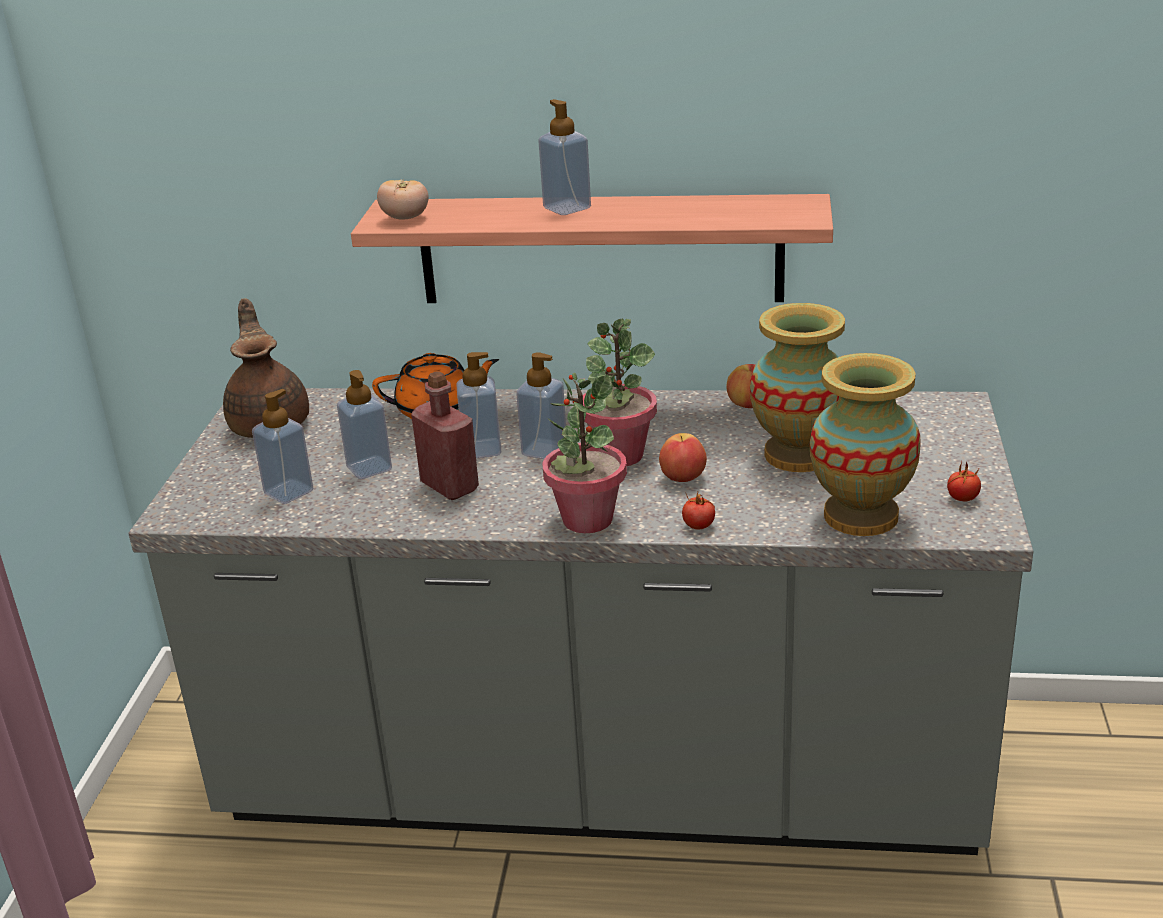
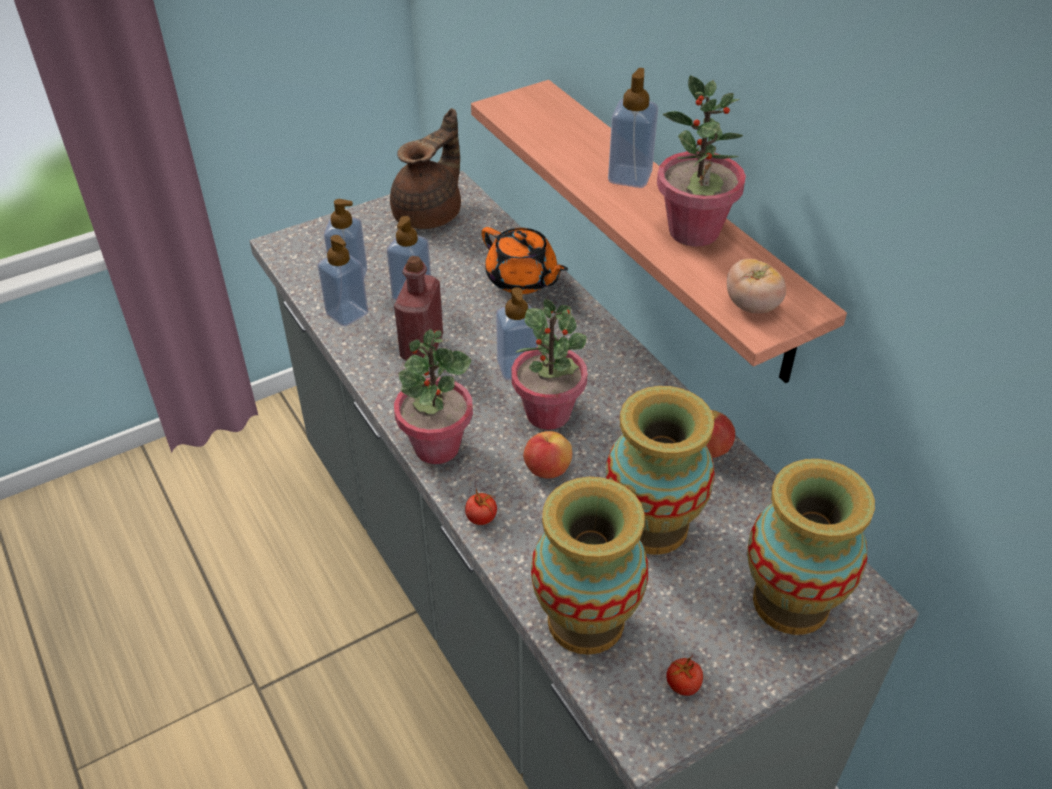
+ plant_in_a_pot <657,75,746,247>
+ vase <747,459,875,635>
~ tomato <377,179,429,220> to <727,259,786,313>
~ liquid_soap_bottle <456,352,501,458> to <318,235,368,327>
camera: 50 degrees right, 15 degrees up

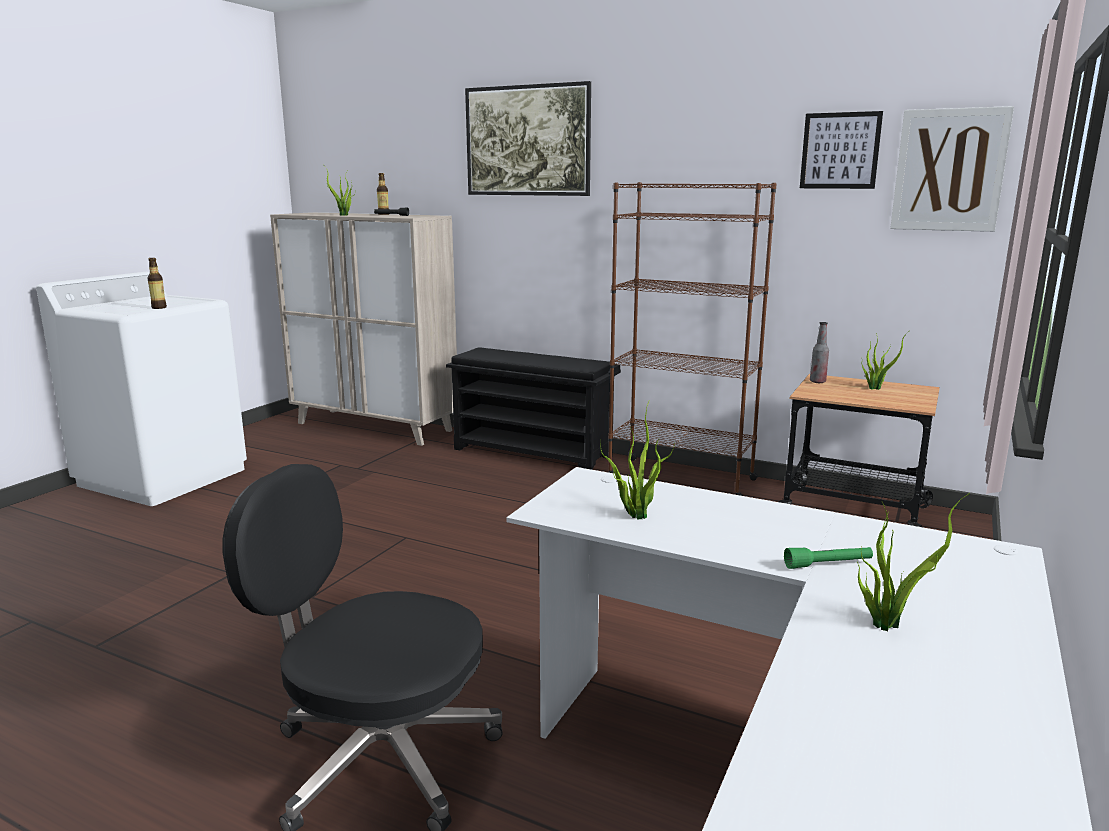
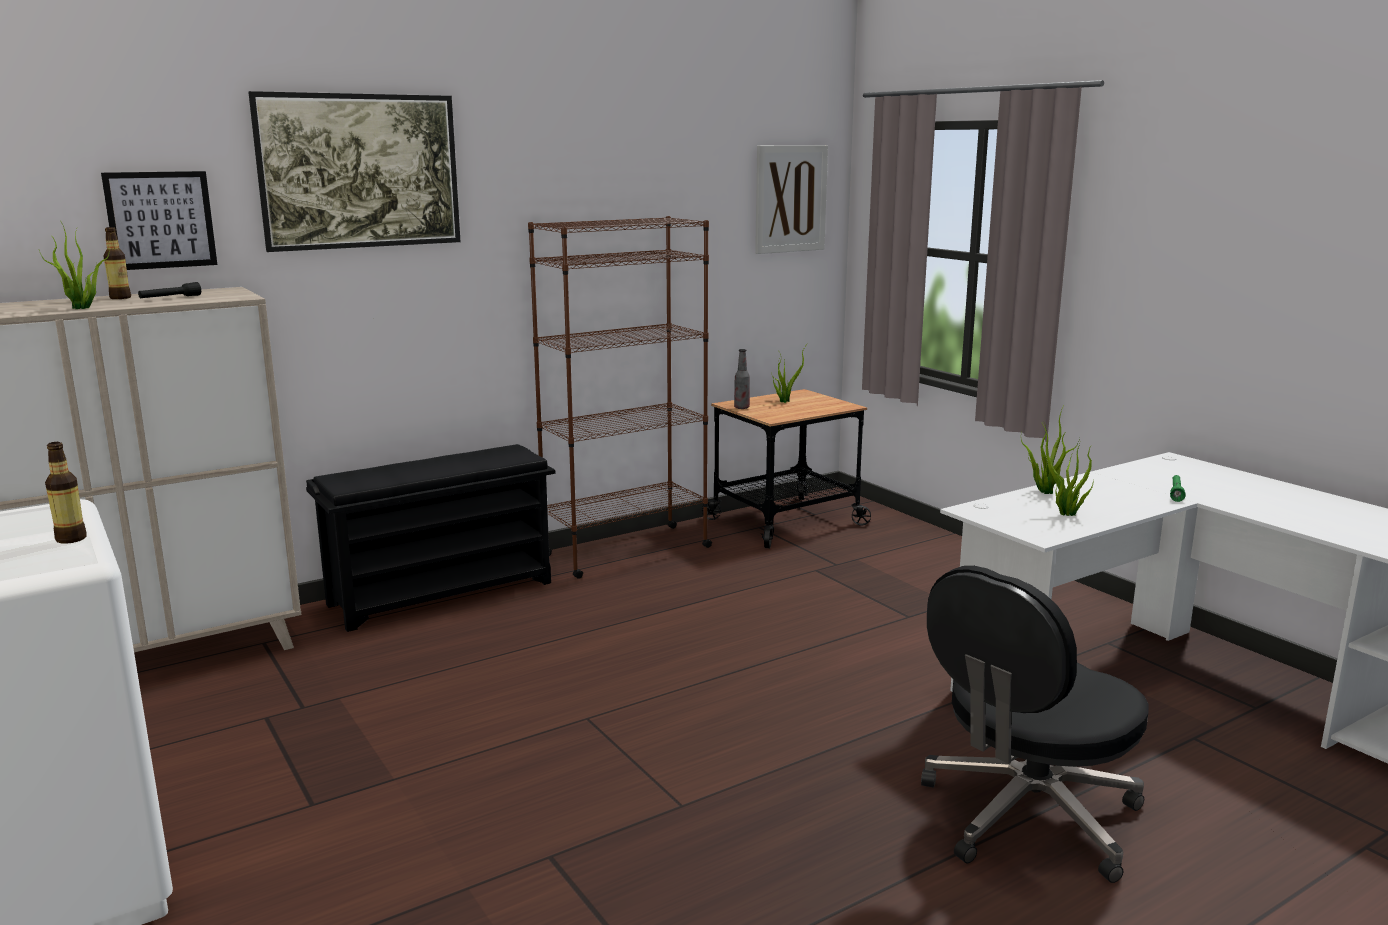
~ wall_art <800,111,883,189> to <101,171,217,270>
~ plant_in_a_pot <857,493,970,631> to <1021,406,1080,494>
camera: 60 degrees left, 0 degrees up

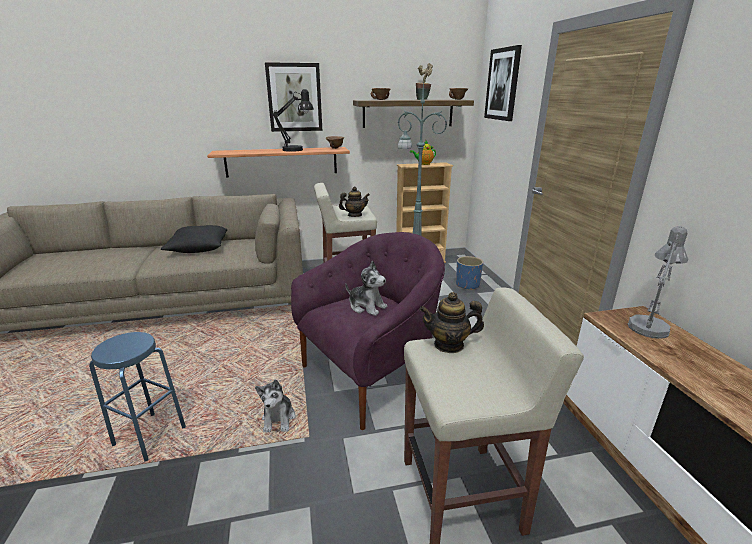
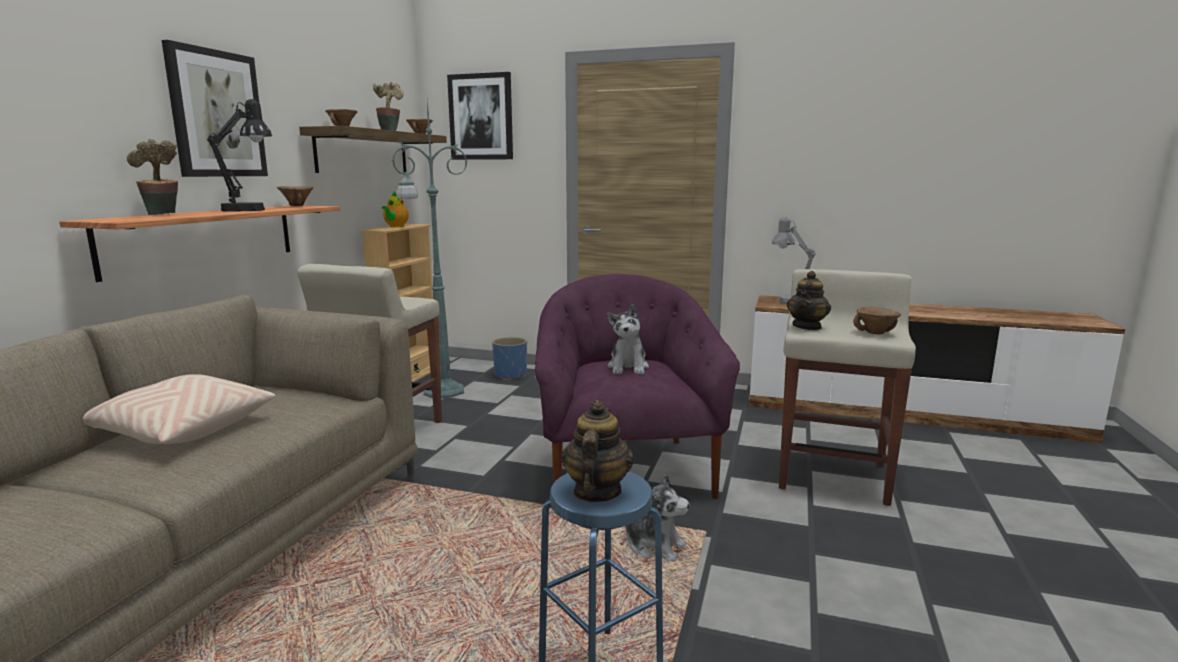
+ plant_in_a_pot <127,139,178,215>
+ brownish_serving_bowl <853,307,901,334>
~ pot_for_tea <339,187,370,217> to <561,400,634,502>
~ black-coloured_pillow <161,225,227,253> to beige_pillow <83,374,275,444>
~ cuddly_toy <345,261,387,316> = <607,304,649,375> 120 degrees clockwise
camera: 60 degrees left, 10 degrees down

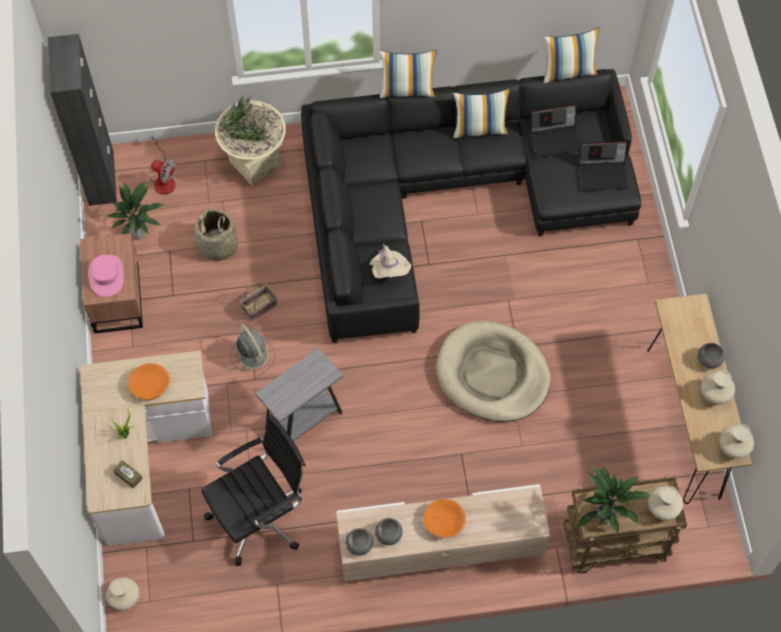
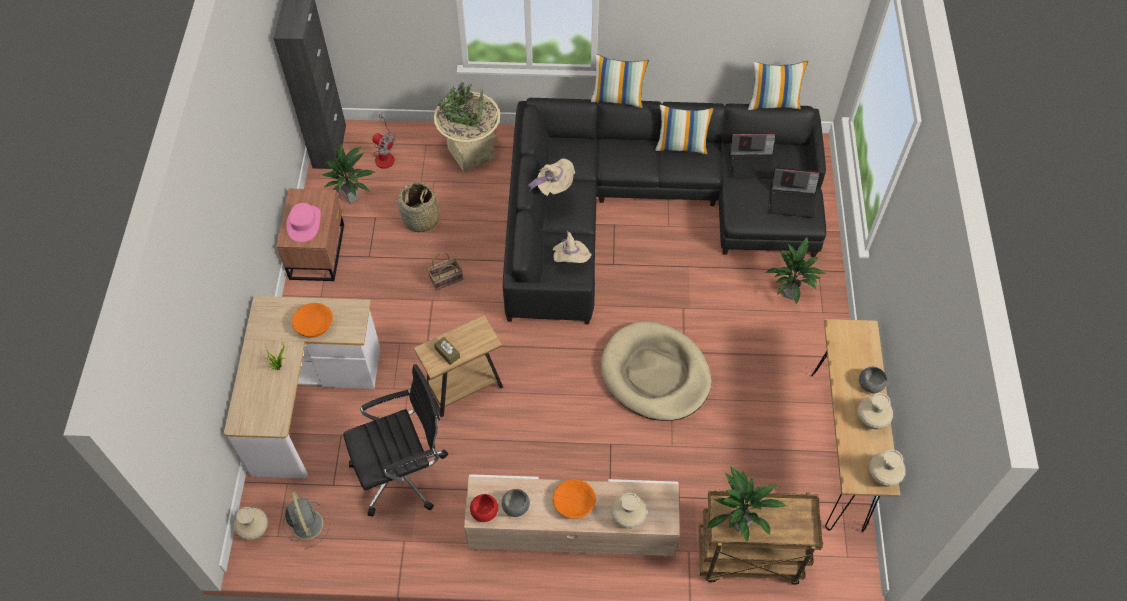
+ beige_wearable_hat <528,158,575,196>
+ plant_in_a_pot <765,237,826,304>
~ brownish_tissue_box <113,460,143,488> to <434,337,460,365>
~ grey_electric_fan <230,323,275,377> to <283,491,330,549>
~ beige_vase <648,486,683,520> to <611,493,647,528>
~ grey_side_table <255,348,343,441> to brownish_side_table <414,315,503,417>
~ grey_serving_bowl <346,528,373,556> to red-coloured_serving_bowl <470,494,498,522>
camera: 10 degrees right, 5 degrees down

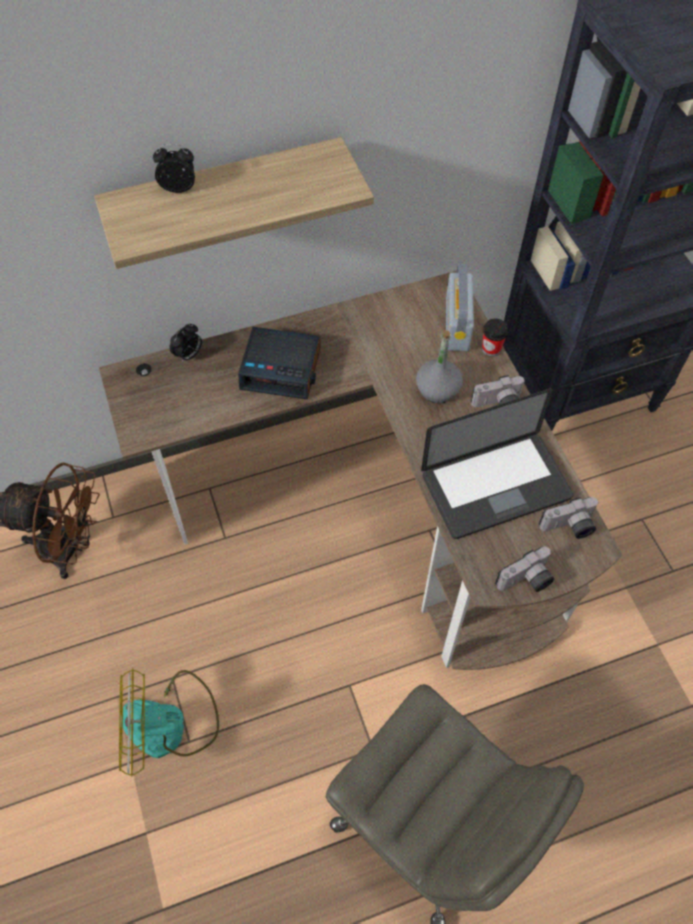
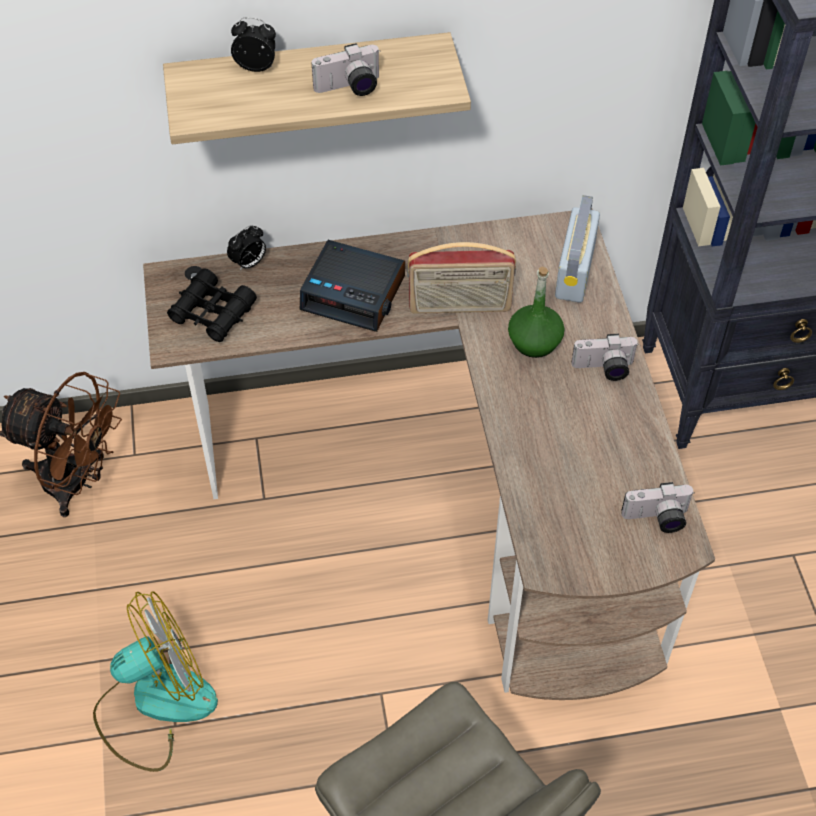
- portable_computer <421,388,574,539>
- drinking_cup <482,318,508,357>
+ black-coloured_binoculars <167,268,257,342>
+ radio_receiver <407,242,516,314>
~ photo_camera <495,547,554,592> to <312,43,380,96>
~ grey_drink_bottle <416,330,463,403> to green-coloured_drink_bottle <508,267,564,358>
~ electric_fan <119,668,219,777> = <93,591,218,772> 150 degrees clockwise
camera: 10 degrees right, 5 degrees down

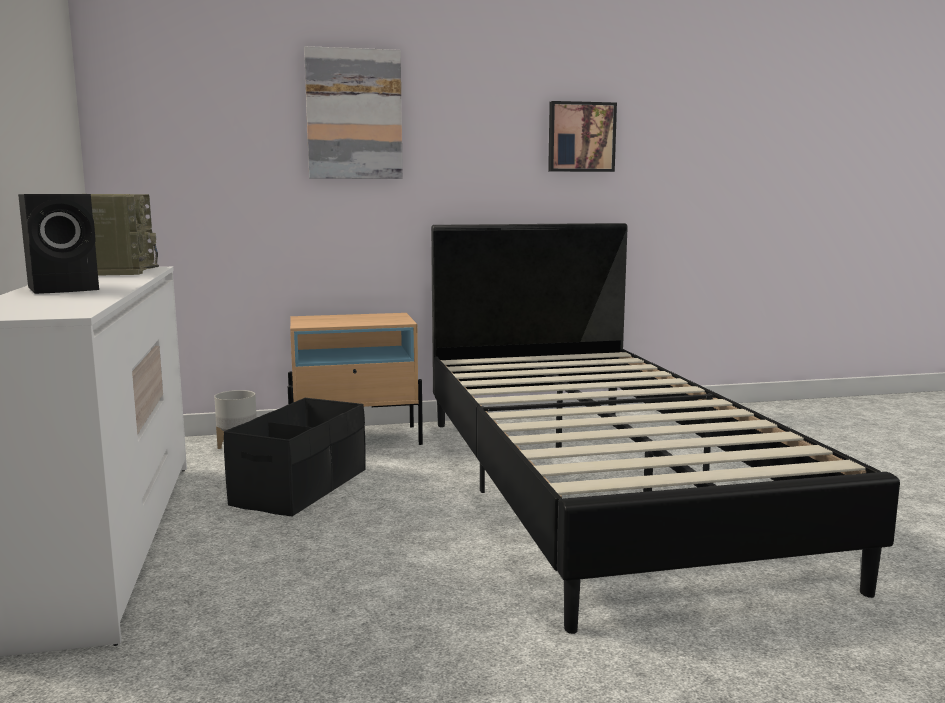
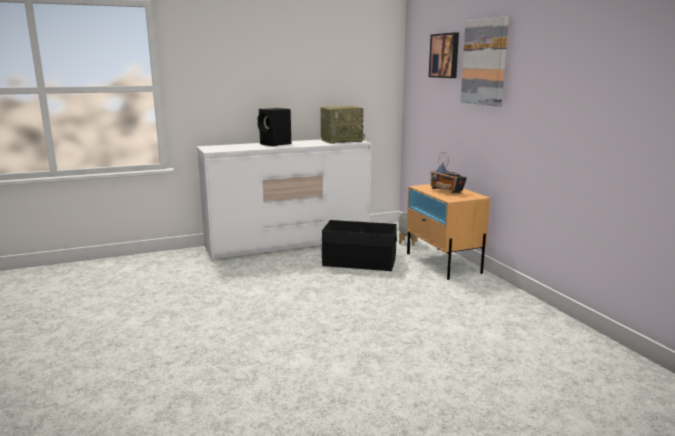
- black-coloured_bed <431,223,900,634>
+ radio_receiver <430,152,467,193>
~ wall_art <548,101,617,172> to <429,32,459,78>
camera: 80 degrees right, 5 degrees up

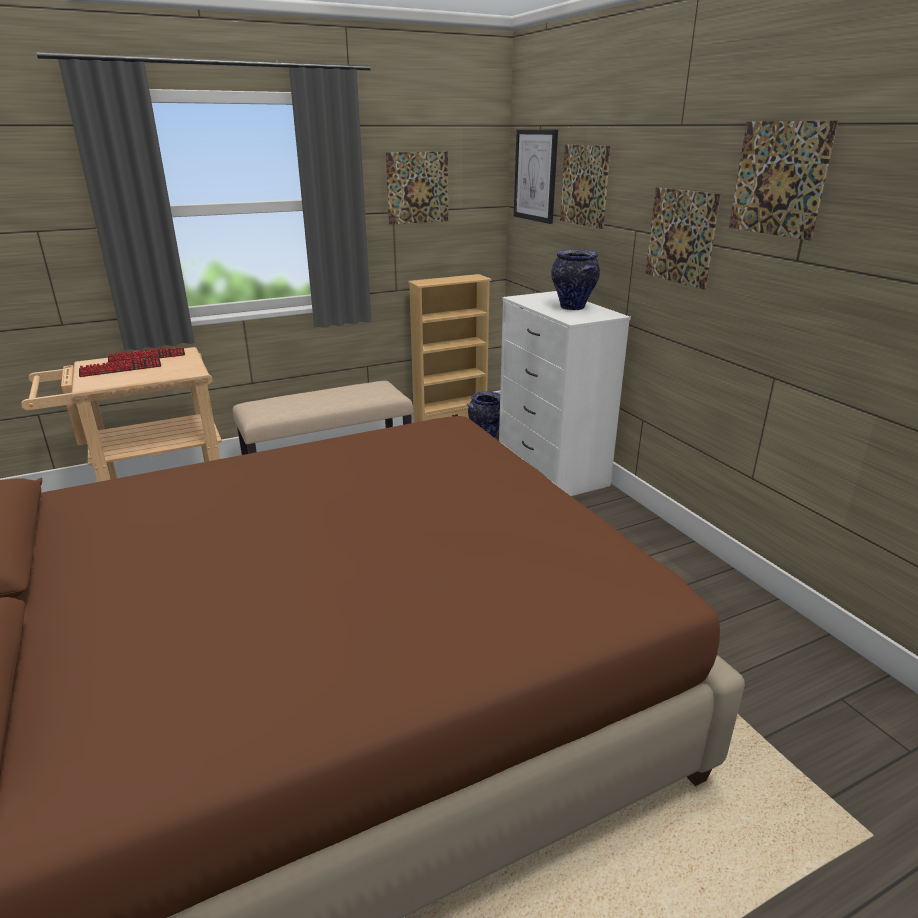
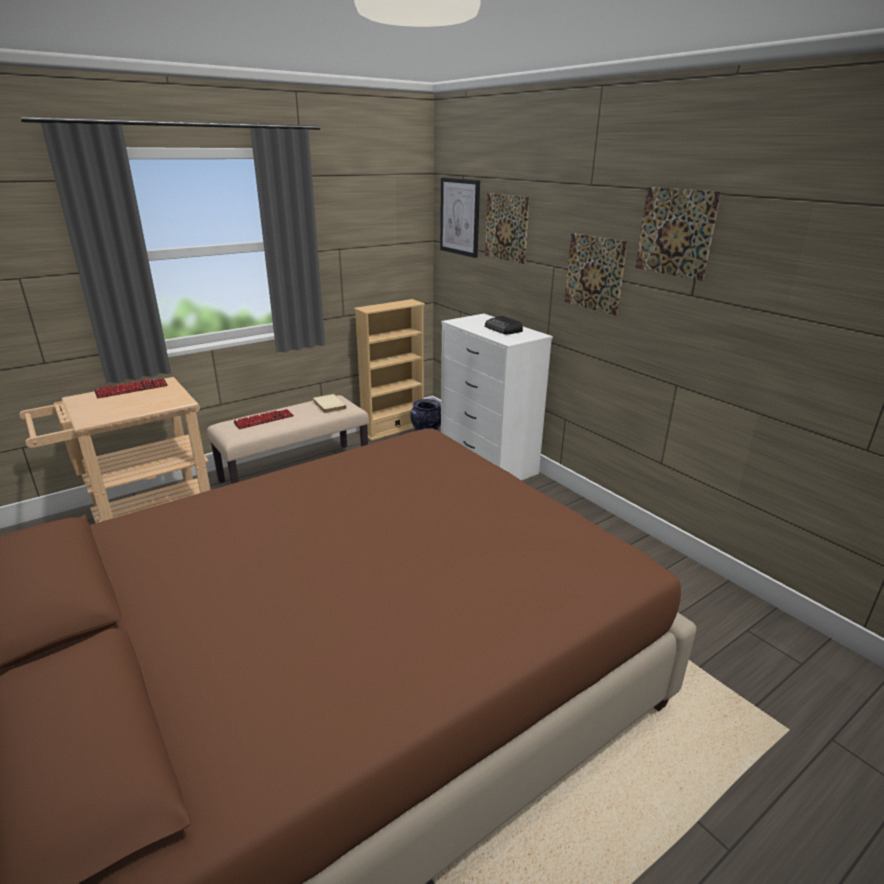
- wall_art <386,152,448,225>
+ beige_volume <313,394,346,413>
~ keyboard <79,358,161,377> to <233,409,294,429>
~ vase <551,249,600,310> to radio_receiver <485,316,523,334>
camera: 10 degrees left, 0 degrees up

